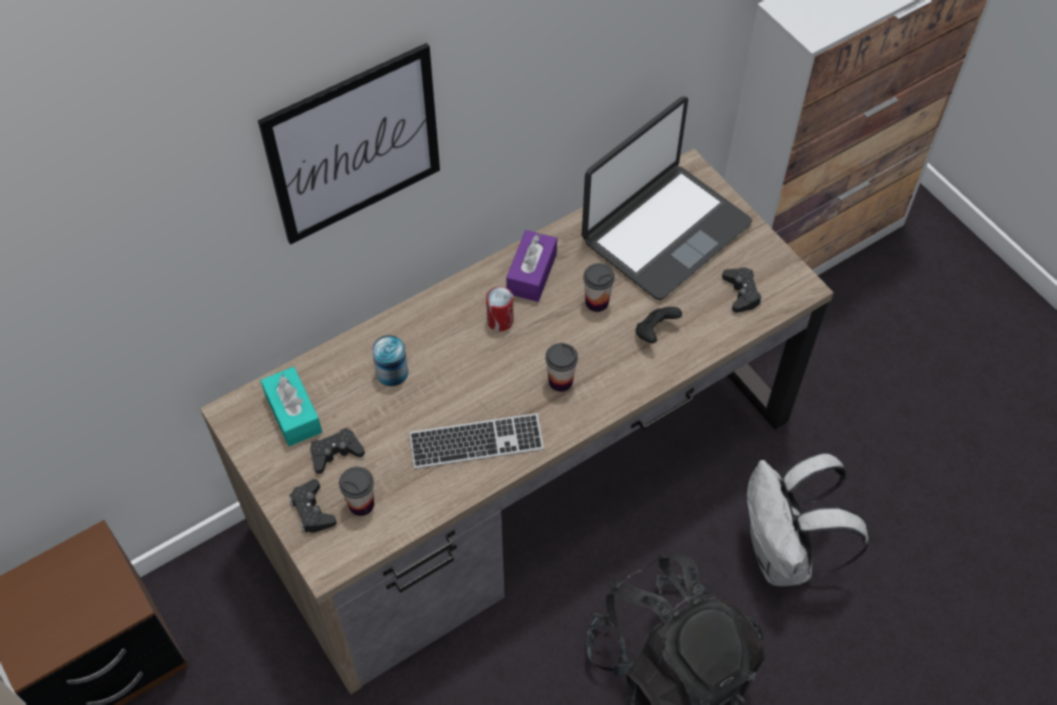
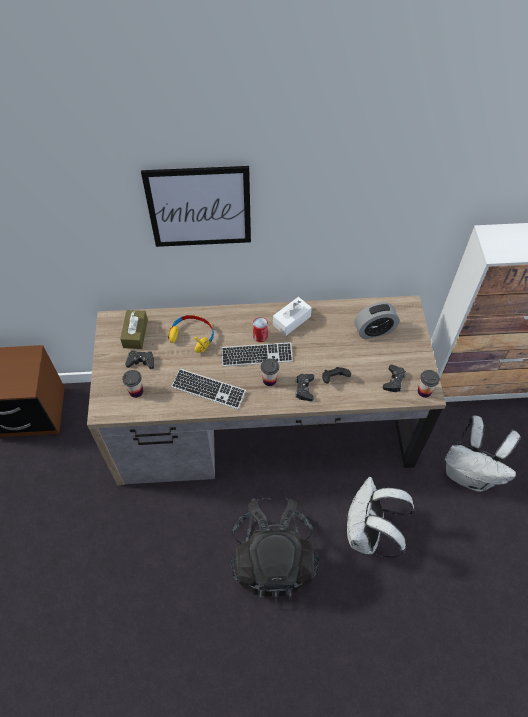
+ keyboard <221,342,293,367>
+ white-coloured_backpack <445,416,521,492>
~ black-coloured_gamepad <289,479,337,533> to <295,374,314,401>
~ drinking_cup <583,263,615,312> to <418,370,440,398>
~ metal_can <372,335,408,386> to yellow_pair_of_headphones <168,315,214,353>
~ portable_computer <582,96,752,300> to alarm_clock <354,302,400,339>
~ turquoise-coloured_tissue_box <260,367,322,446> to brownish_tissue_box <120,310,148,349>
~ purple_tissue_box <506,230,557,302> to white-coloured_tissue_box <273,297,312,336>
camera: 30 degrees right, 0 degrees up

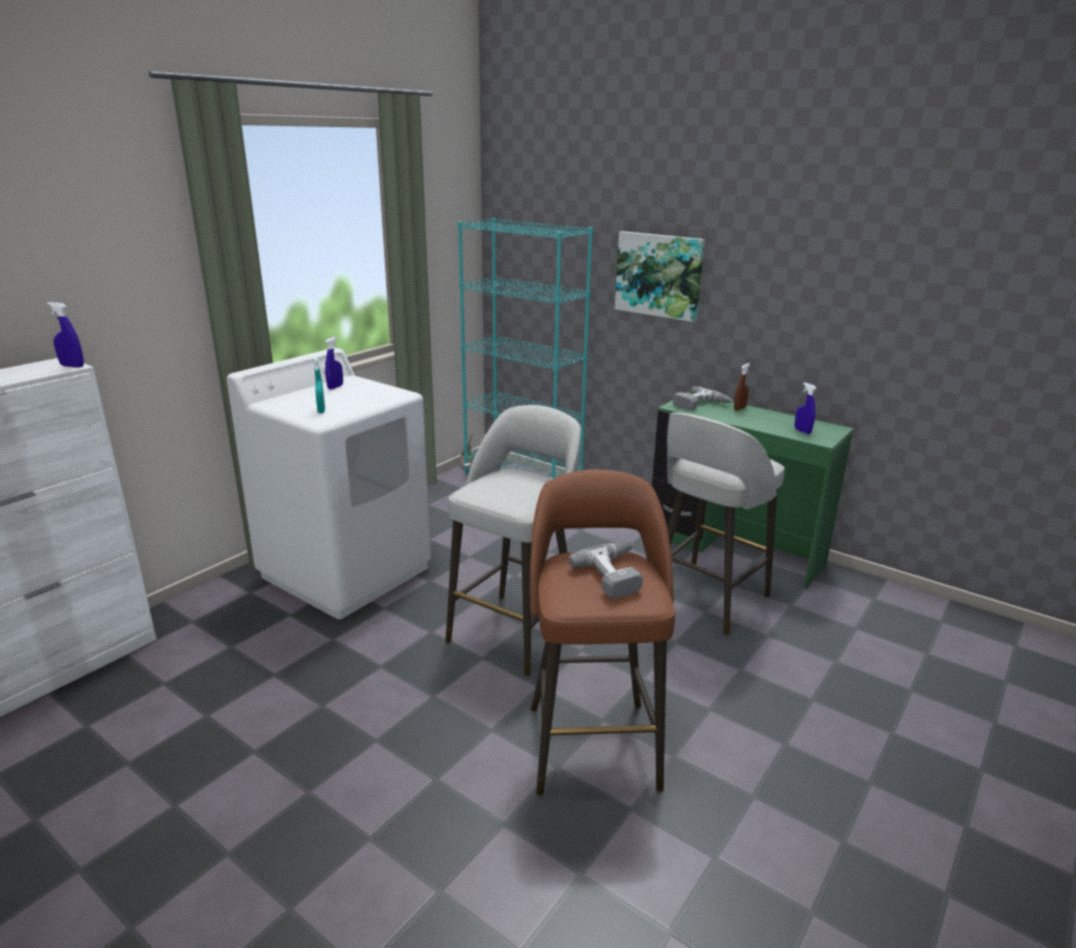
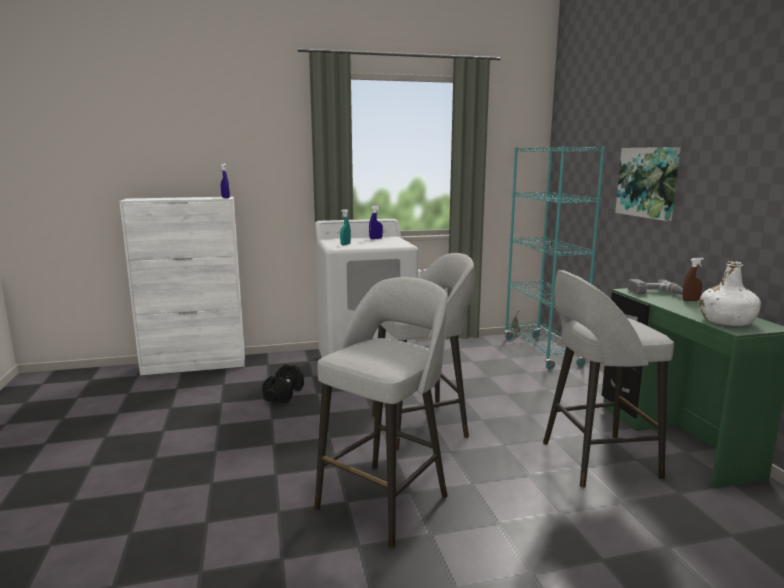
- electric_drill <568,542,643,599>
+ black-coloured_hand_weight <262,364,304,403>
~ bluish_spray_bottle <795,382,817,434> to white-coloured_drink_bottle <700,261,761,326>
~ brownish_stool_seat <529,469,675,796> to grey_stool_seat <314,277,448,548>
camera: 40 degrees right, 10 degrees down

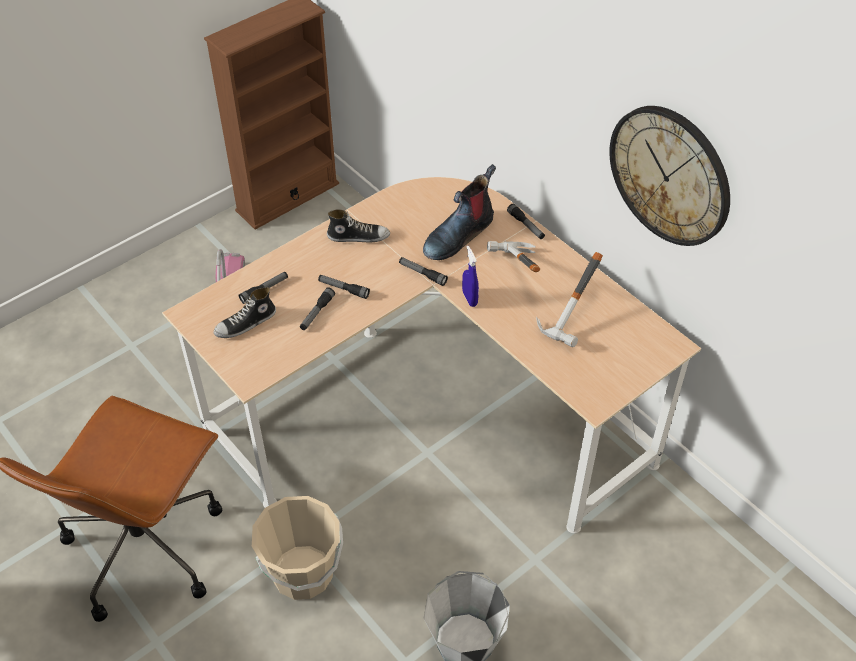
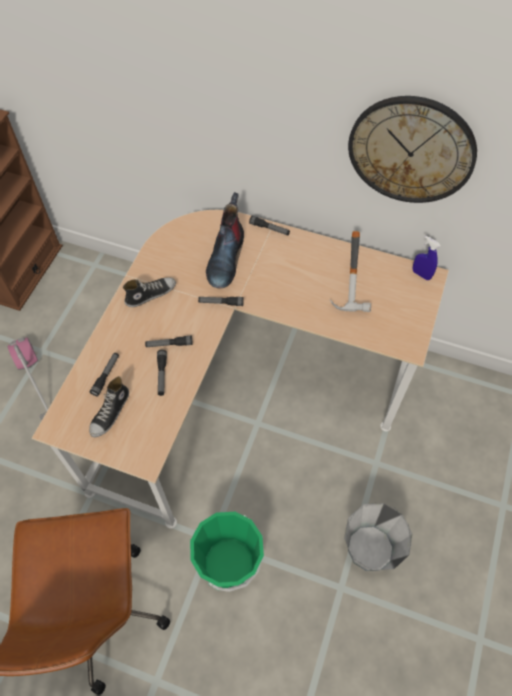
- hammer <487,241,540,272>
~ bluish_spray_bottle <462,246,479,307> to <413,236,441,280>
~ beige_pail <252,496,343,600> to green-coloured_pail <190,512,264,592>
camera: 30 degrees left, 10 degrees up

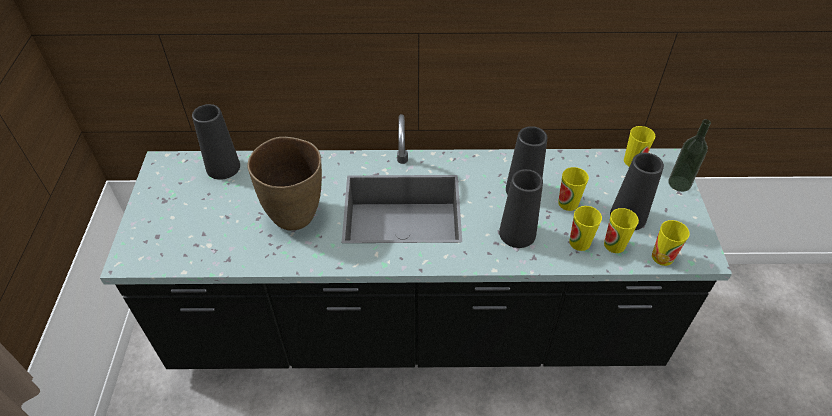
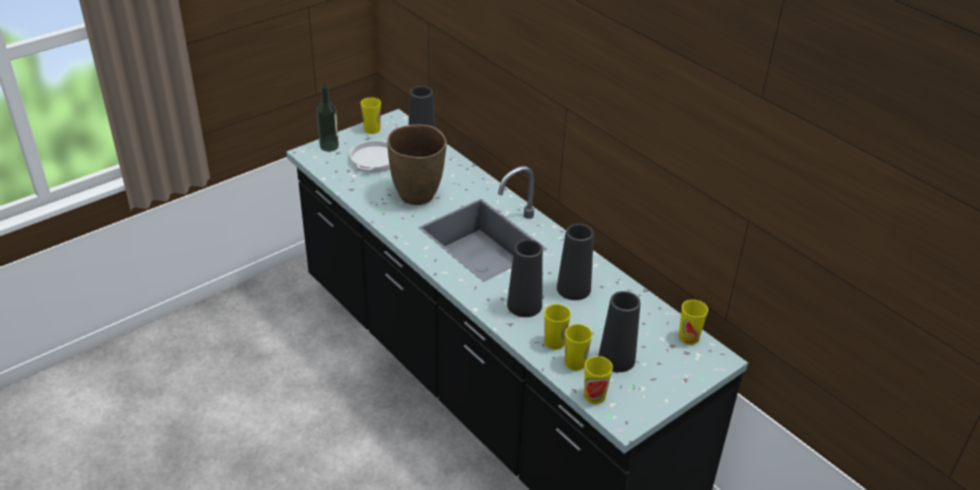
+ frying_pan <350,124,399,173>
~ drinking_cup <558,167,589,211> to <361,98,381,134>
~ drink_bottle <668,119,711,192> to <317,85,339,152>
camera: 50 degrees right, 10 degrees down

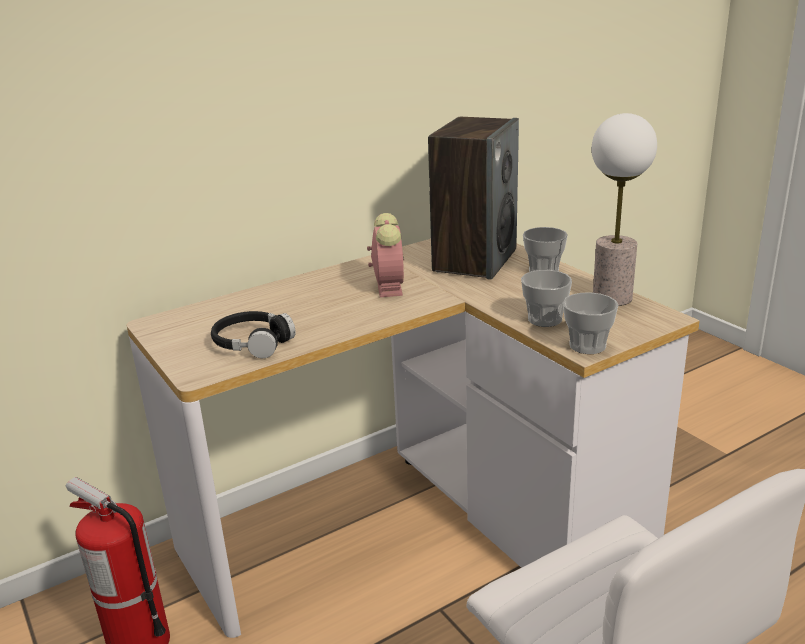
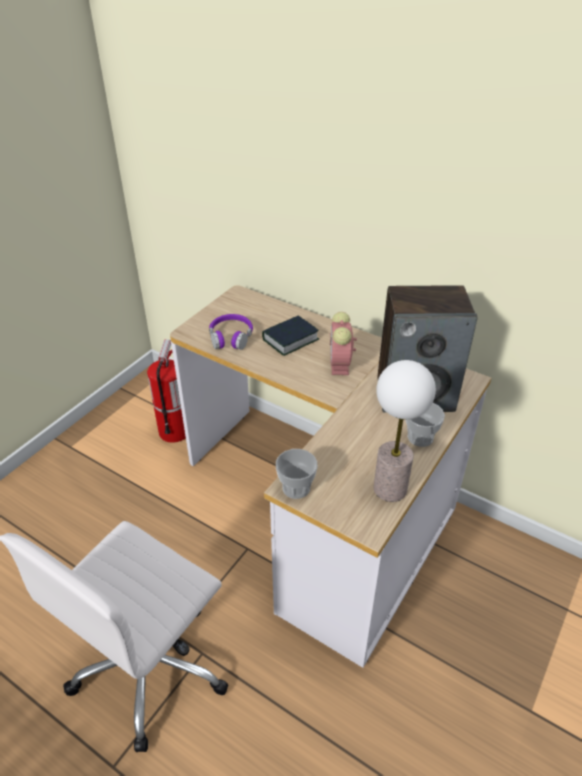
- drinking_cup <521,270,572,327>
+ volume <262,315,319,356>
~ black-coloured_pair_of_headphones <211,311,296,358> to purple_pair_of_headphones <209,314,253,350>
~ alarm_clock <367,213,404,297> = <330,312,357,375> 120 degrees clockwise
camera: 65 degrees right, 15 degrees up

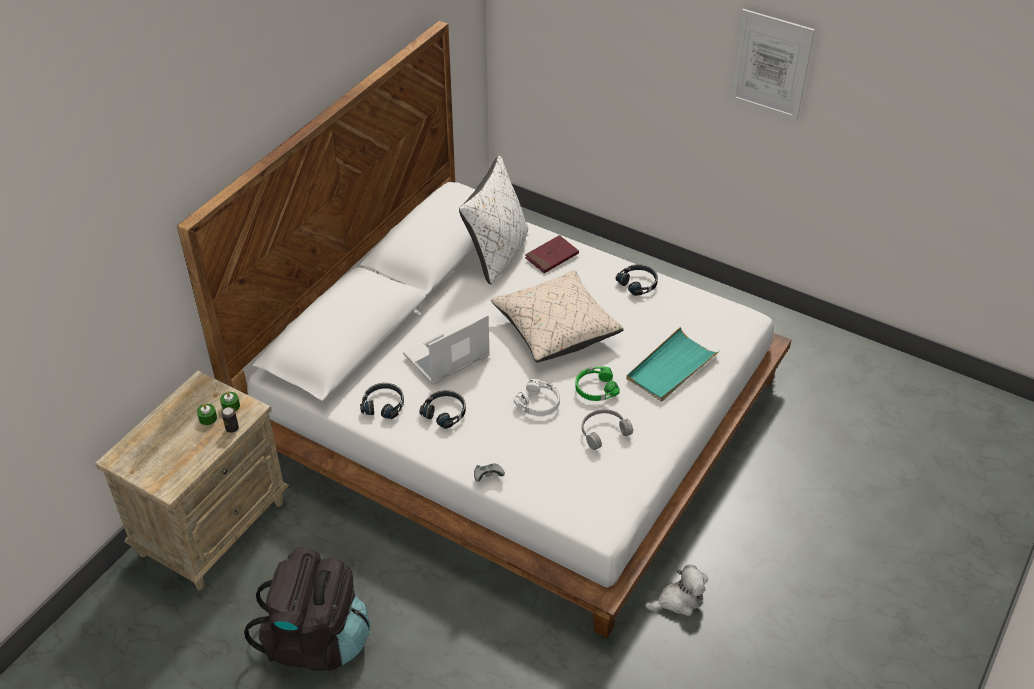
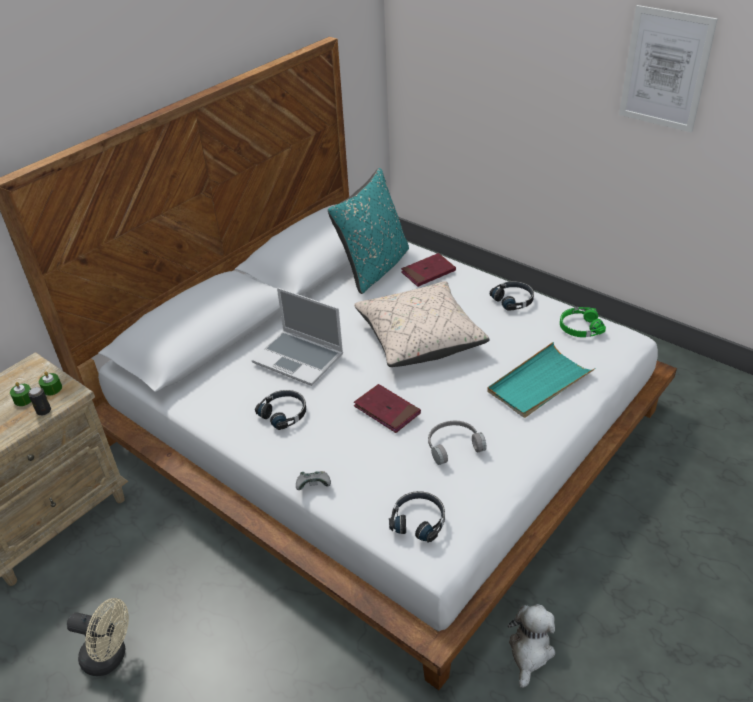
~ black-coloured_pair_of_headphones <360,383,404,419> to <389,491,445,542>
~ green-coloured_pair_of_headphones <575,367,620,401> to <560,307,606,337>
~ black-coloured_backpack <244,547,370,671> to beige_electric_fan <67,598,129,676>
~ white-coloured_pair_of_headphones <514,379,560,416> to red-coloured_volume <354,384,421,433>
~ white-coloured_pillow <459,156,528,284> to turquoise-coloured_pillow <328,168,409,294>
~ portable_computer <403,315,490,385> = <252,288,343,386> 120 degrees counterclockwise
~ cuddly_toy <645,565,708,616> = <508,604,555,688> 60 degrees counterclockwise
camera: 10 degrees right, 5 degrees down

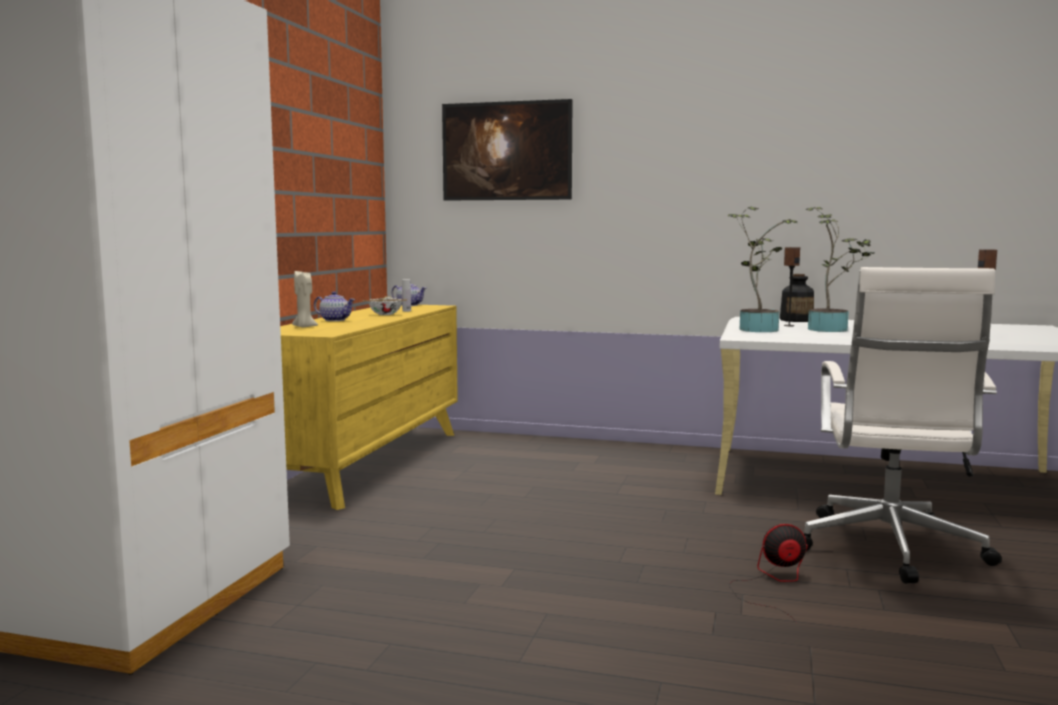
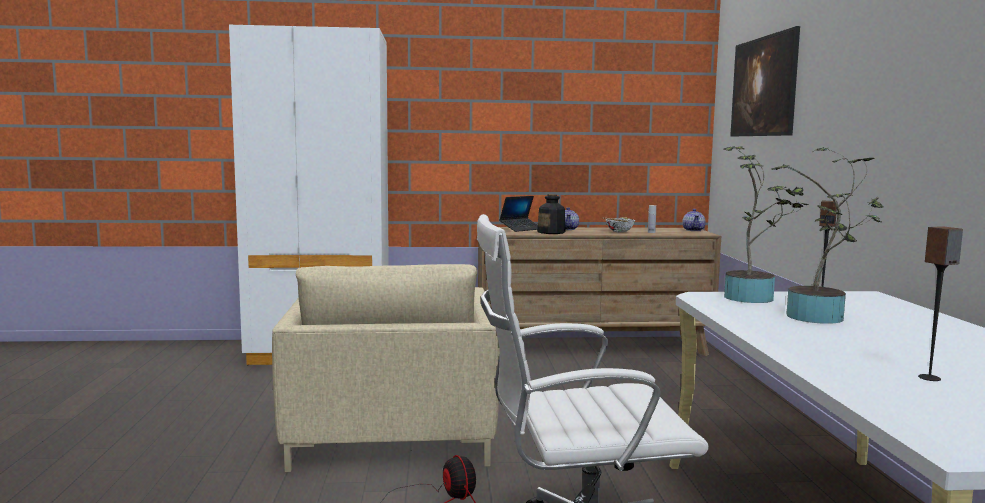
+ beige_armchair <272,264,500,472>
~ drink_bottle <780,274,814,322> to <537,194,565,234>
~ beige_wax_candle <292,271,318,327> to portable_computer <499,196,538,232>
~ yellow_drawer_chest <280,305,458,510> to brownish_drawer_chest <478,227,721,356>
camera: 70 degrees right, 0 degrees up

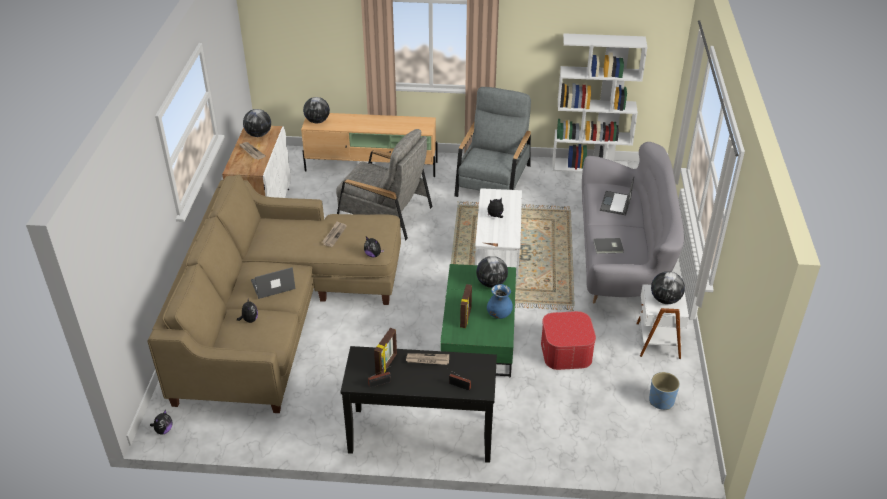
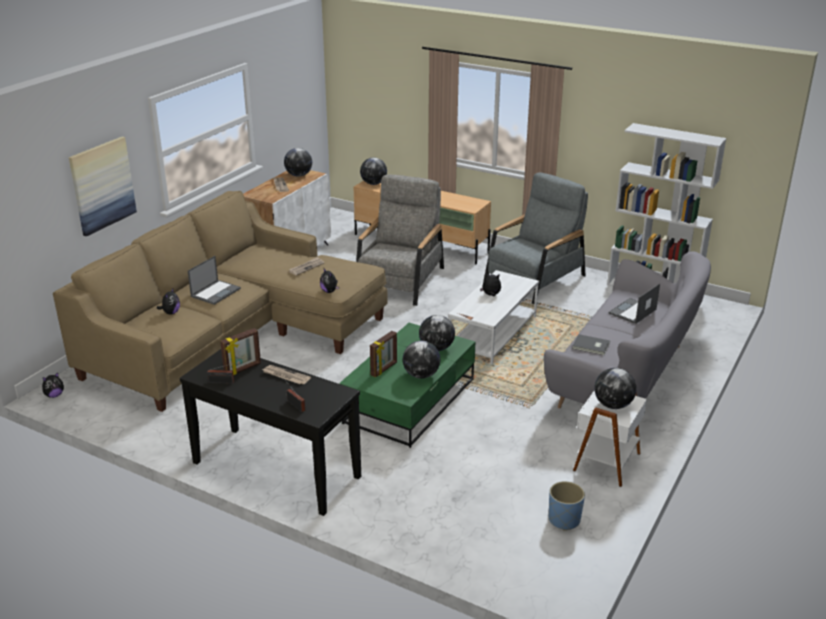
- pouffe <541,311,596,370>
+ wall_art <69,136,137,236>
~ bluish_vase <487,284,513,319> to world_globe <403,341,440,379>
~ portable_computer <251,267,295,299> = <188,256,241,305> 120 degrees clockwise
~ grey_armchair <336,129,433,240> = <356,175,444,306> 120 degrees counterclockwise
camera: 25 degrees right, 10 degrees down

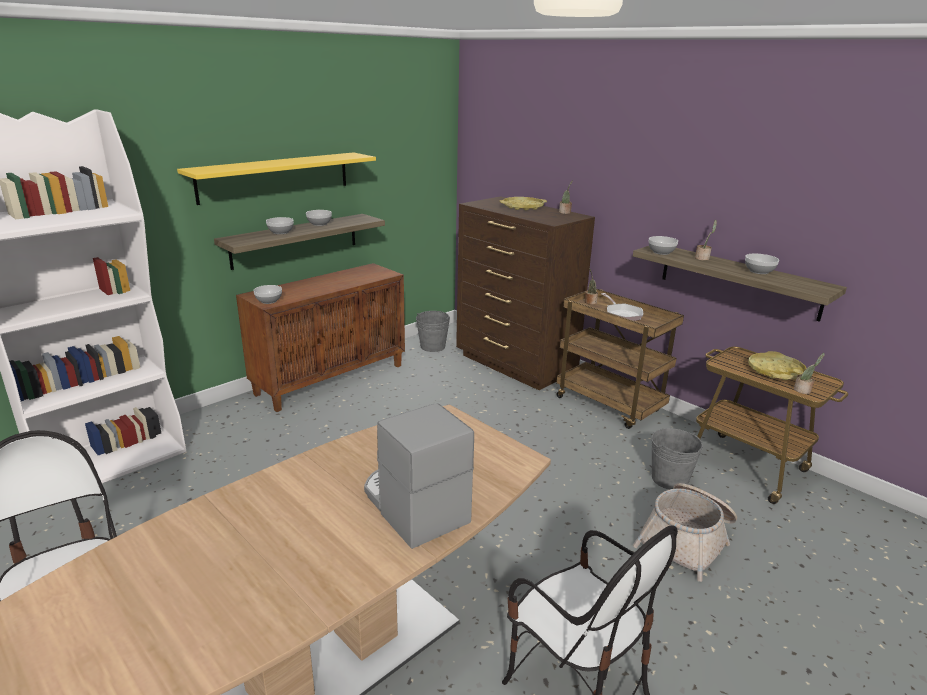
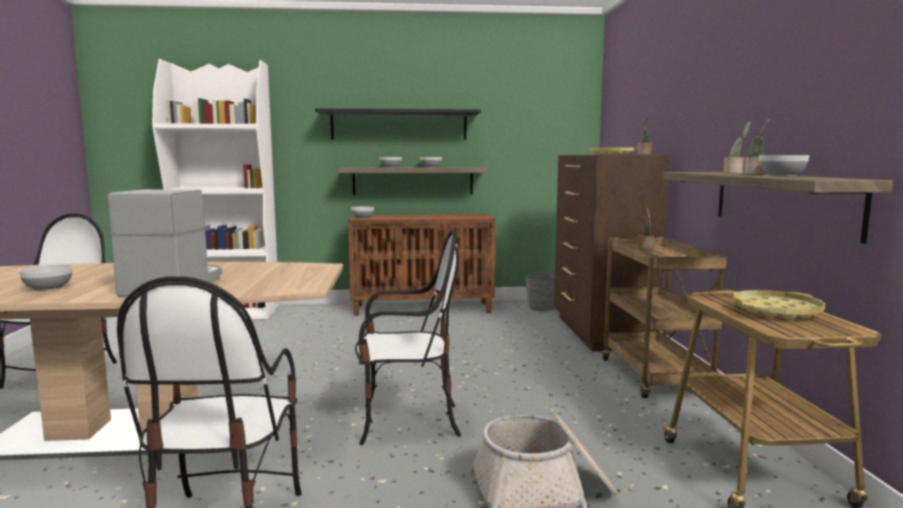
- frying_pan <602,293,643,321>
- grey_pail <651,428,703,490>
+ plain_chair <355,230,461,445>
~ serving_bowl <649,236,678,255> to <19,264,72,291>
~ plant_in_a_pot <794,353,825,394> to <744,118,770,175>
~ yellow_wall_shelf <177,152,376,205> to black-coloured_wall_shelf <315,108,481,140>
camera: 40 degrees right, 15 degrees down

